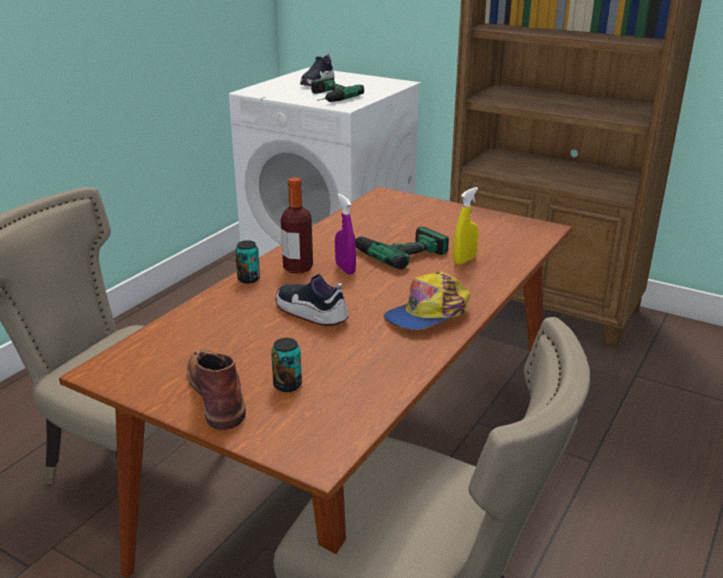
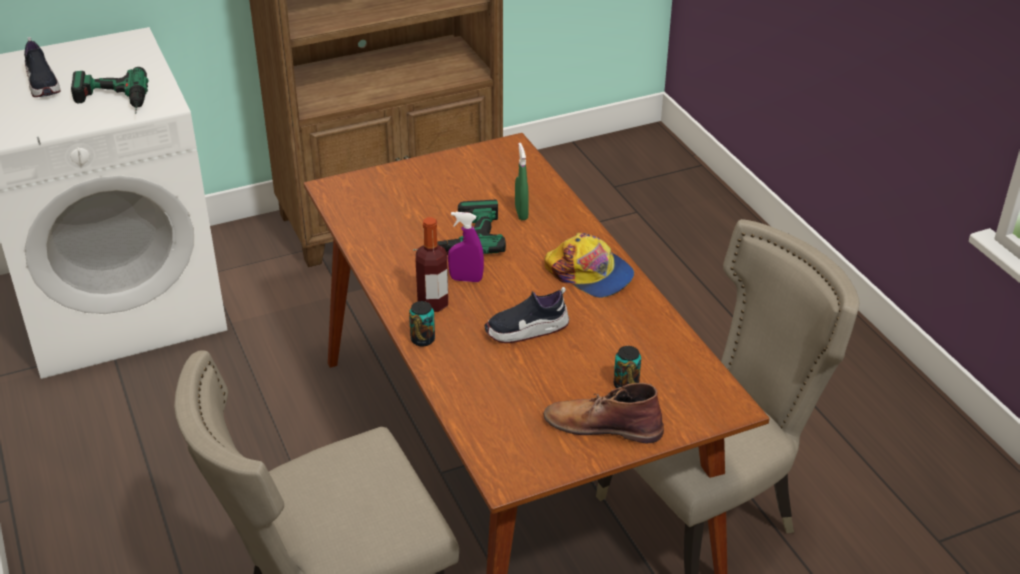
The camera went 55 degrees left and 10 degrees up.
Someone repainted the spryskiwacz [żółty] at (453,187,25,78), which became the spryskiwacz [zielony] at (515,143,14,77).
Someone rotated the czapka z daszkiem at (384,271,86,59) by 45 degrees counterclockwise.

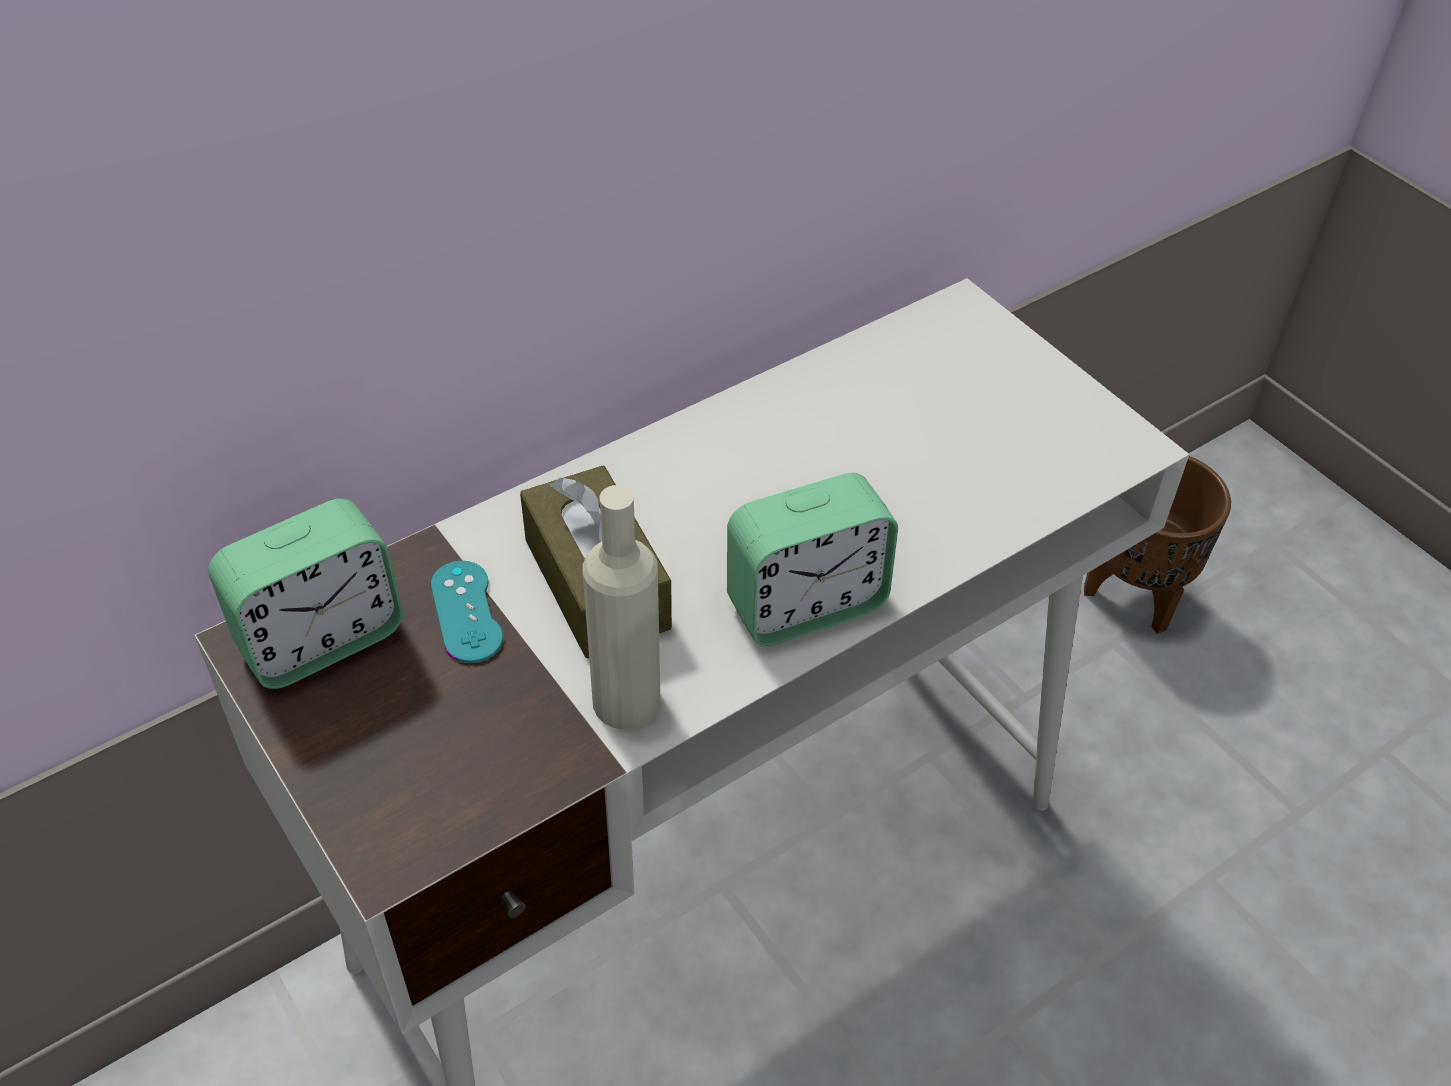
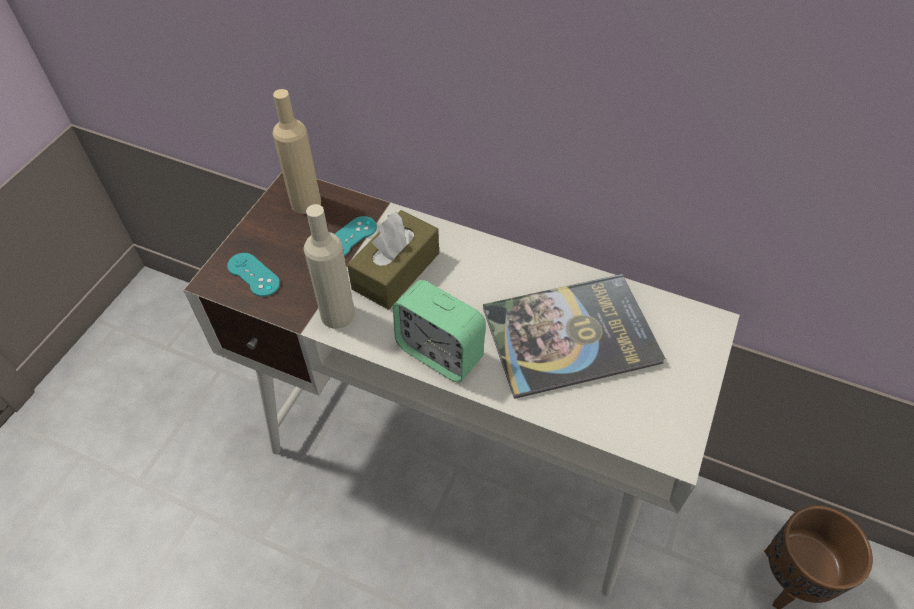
The camera went 60 degrees right and 5 degrees up.
Someone swapped the budzik at (208,499,195,190) for the butelka [beżowy] at (273,89,48,125).
Someone put down the pad do gier [turkusowy] at (227,253,53,44).
Someone put down the książka at (483,274,182,125).

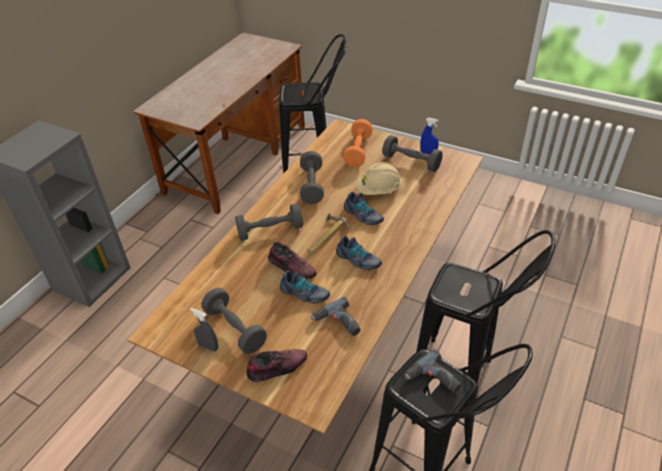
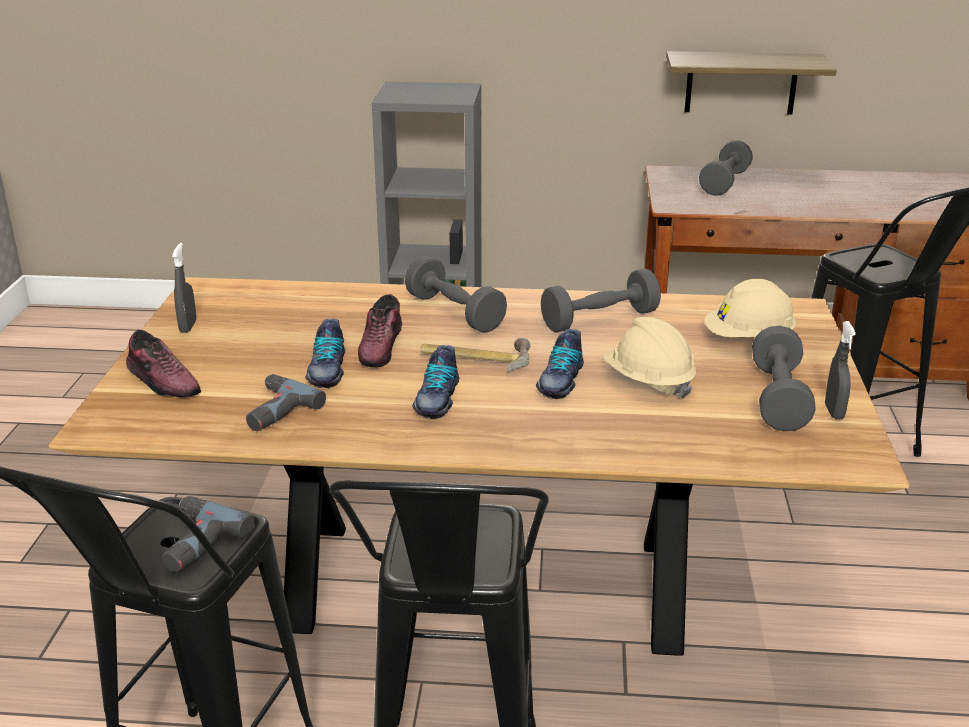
The camera went 65 degrees right and 15 degrees down.
Someone repainted the spryskiwacz [niebieski] at (420,118,19,37), which became the spryskiwacz [szary] at (825,321,31,98).
Someone swapped the hantel [pomarańczowy] at (343,119,30,48) for the kask [beżowy] at (704,279,93,58).
Someone carried the hantel [szary] from (201,288,66,66) to (699,140,54,56).
Someone put up the półka at (666,51,171,63).

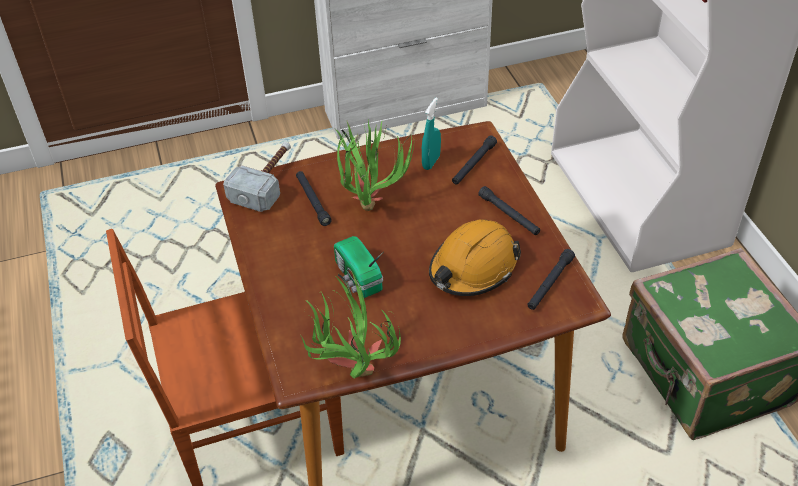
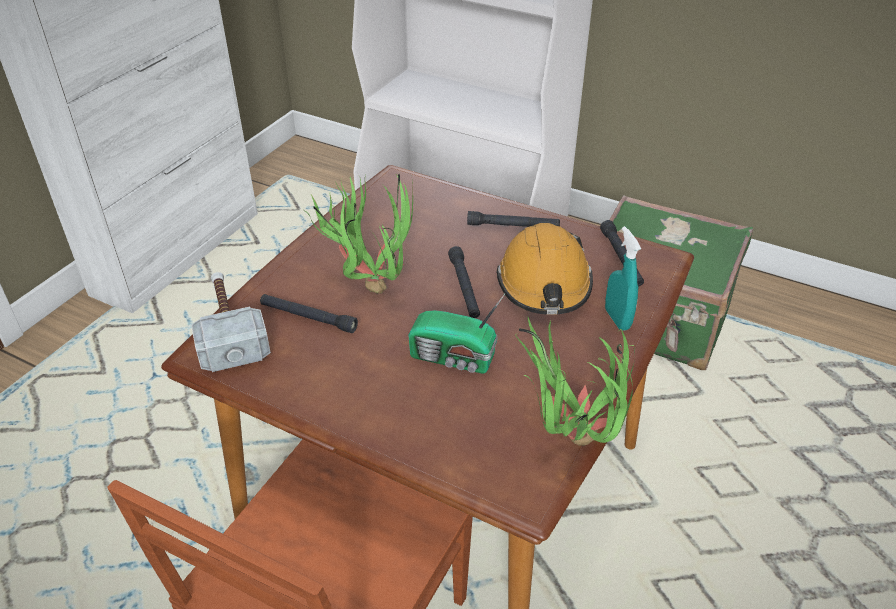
The camera went 45 degrees left and 5 degrees down.
Someone carried the spryskiwacz [turkusowy] from (422,98,19,72) to (605,226,36,105).
Someone carried the latarka [czarny] from (452,135,45,50) to (448,246,32,72).

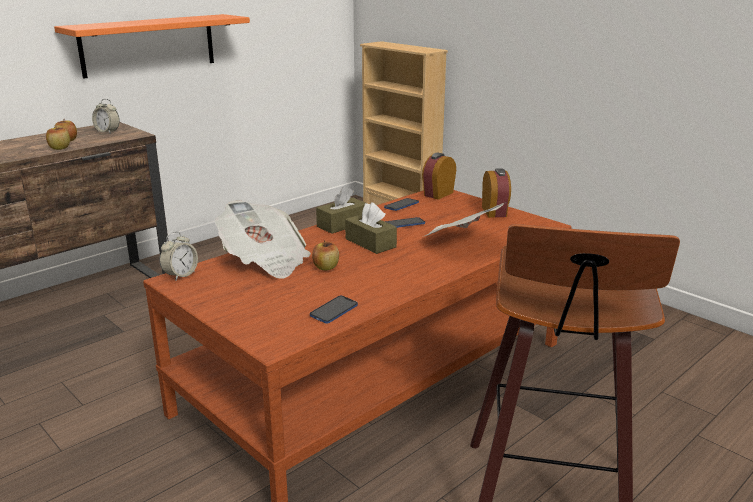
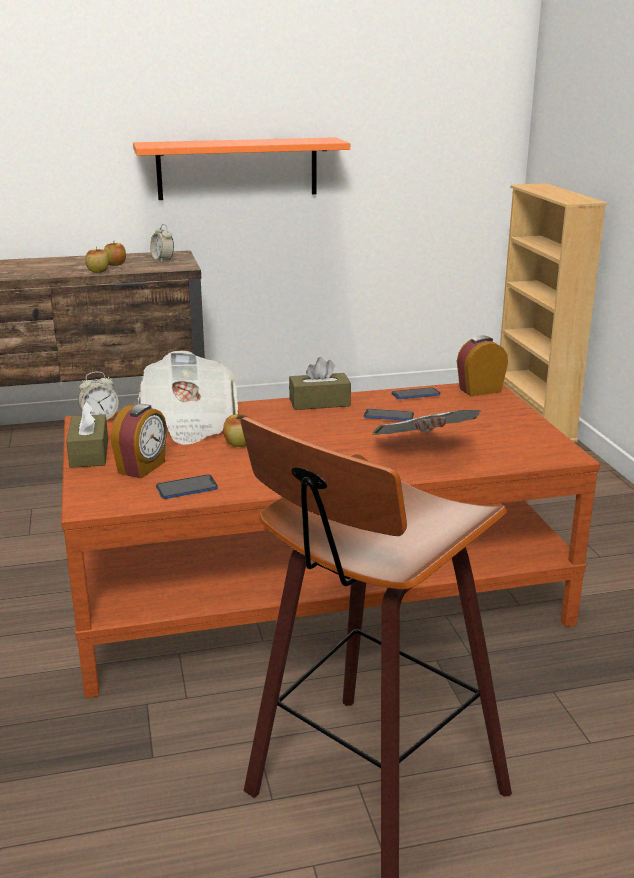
The camera went 30 degrees right and 0 degrees up.
Someone carried the budzik from (482,168,29,50) to (111,404,56,75).
Someone carried the pudełko chusteczek [brązowy] from (345,202,52,52) to (66,401,42,67).

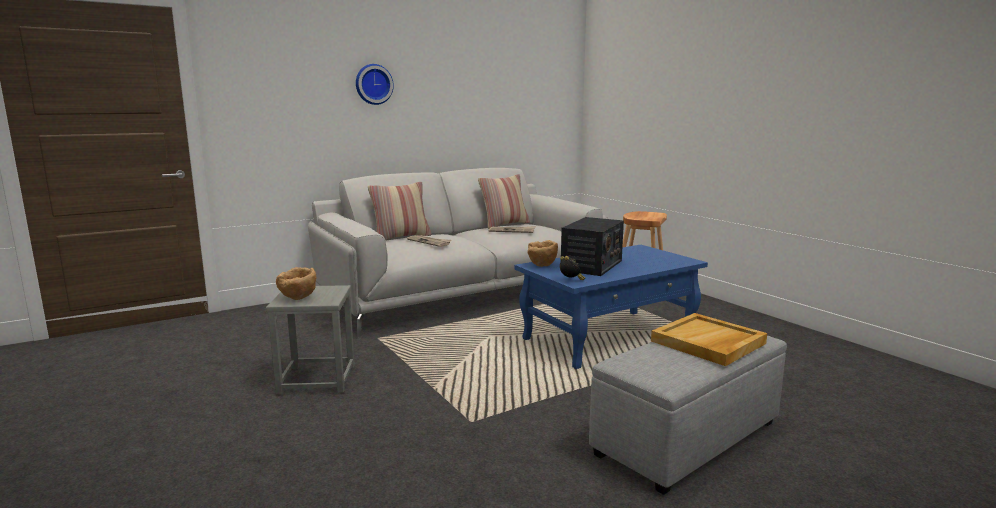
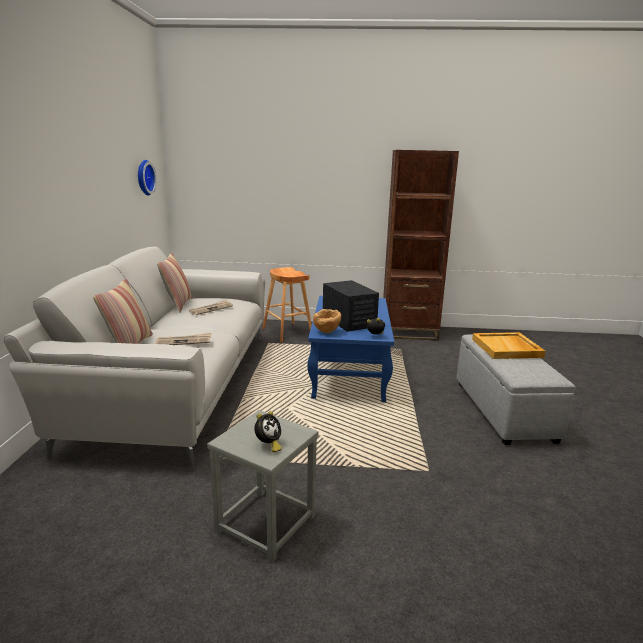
The camera went 55 degrees left and 5 degrees up.
Someone carried the zegar ścienny from (356,64,38,41) to (138,160,18,35).
Someone swapped the miska [brązowy] at (276,267,40,33) for the budzik at (254,411,28,41).
Someone put down the regał [brązowy] at (383,150,76,191).

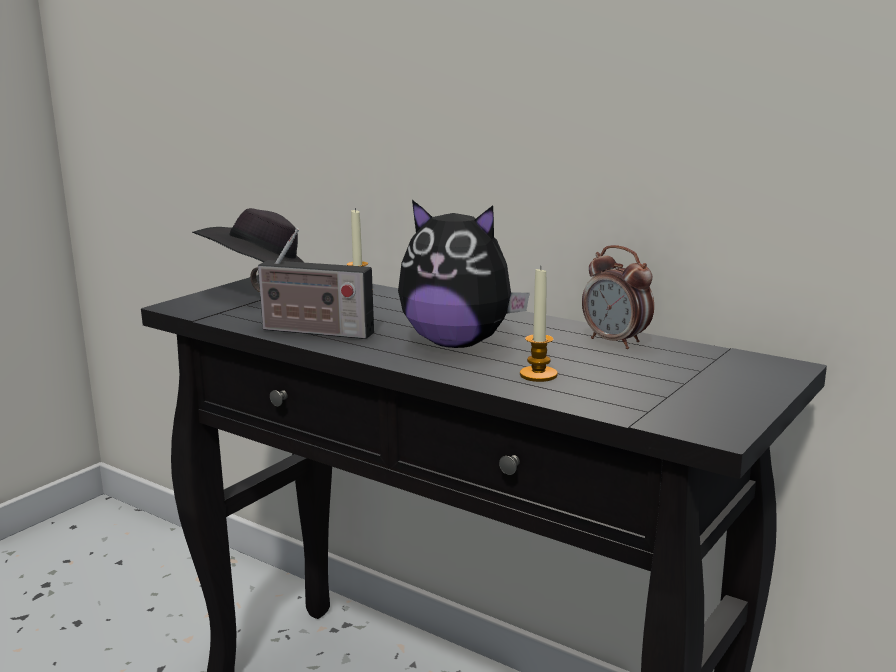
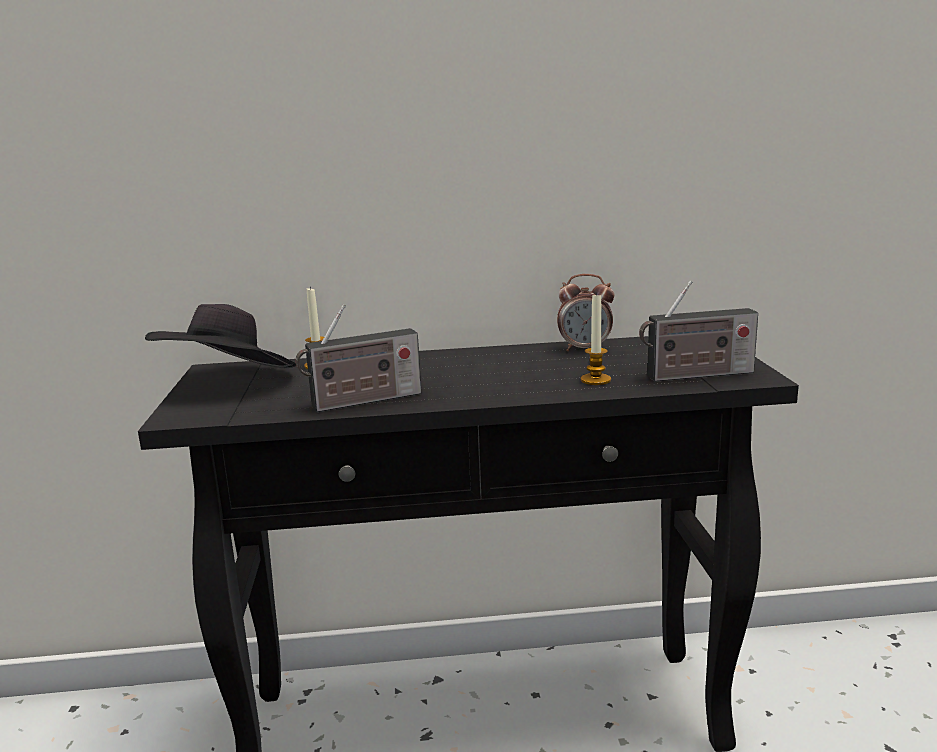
The camera went 40 degrees left and 0 degrees up.
Someone took away the pluszak at (398,200,132,148).
Someone put down the radio at (639,281,119,101).

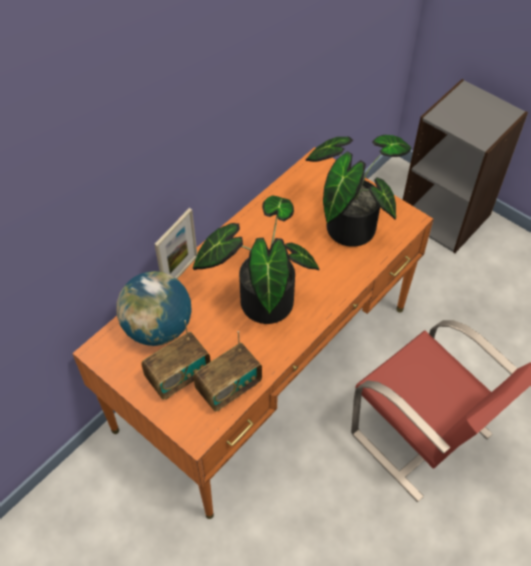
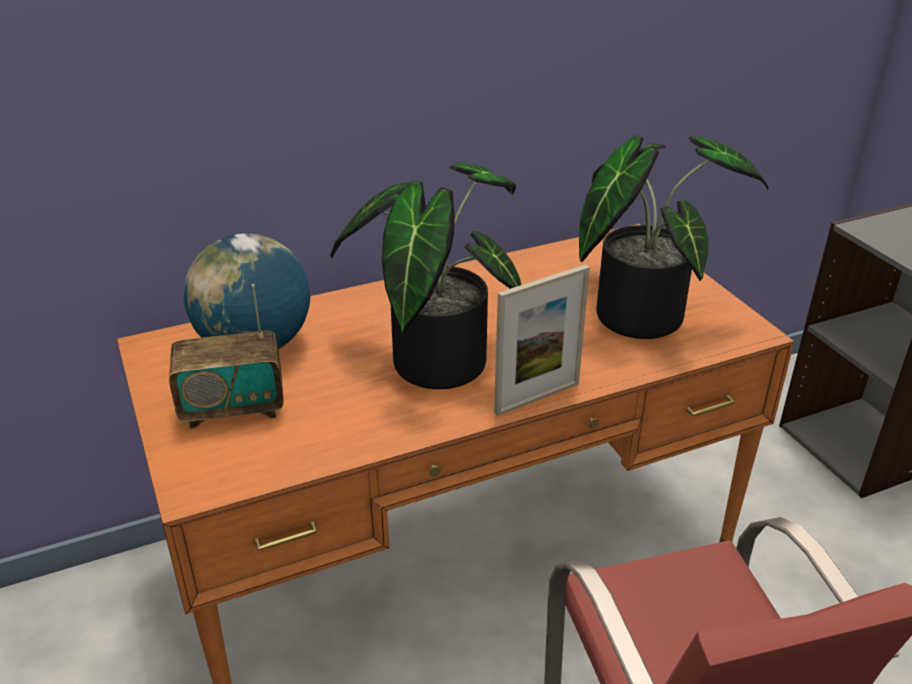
The camera went 25 degrees right and 20 degrees down.
Someone carried the ramka na zdjęcie from (154,208,43,71) to (494,264,96,152).
Someone took away the radio at (193,331,69,81).

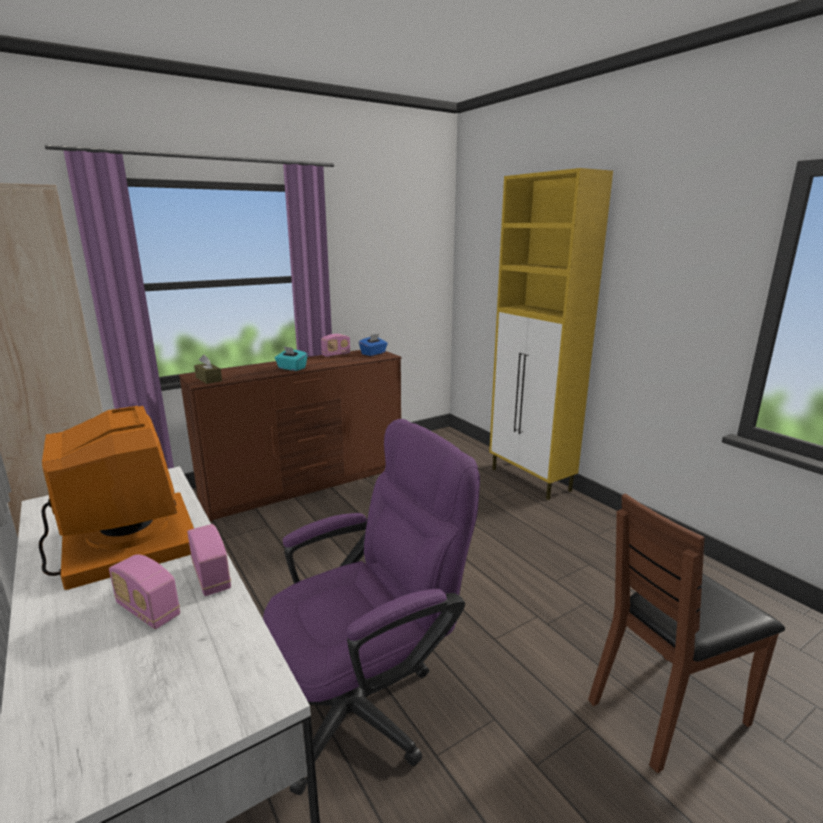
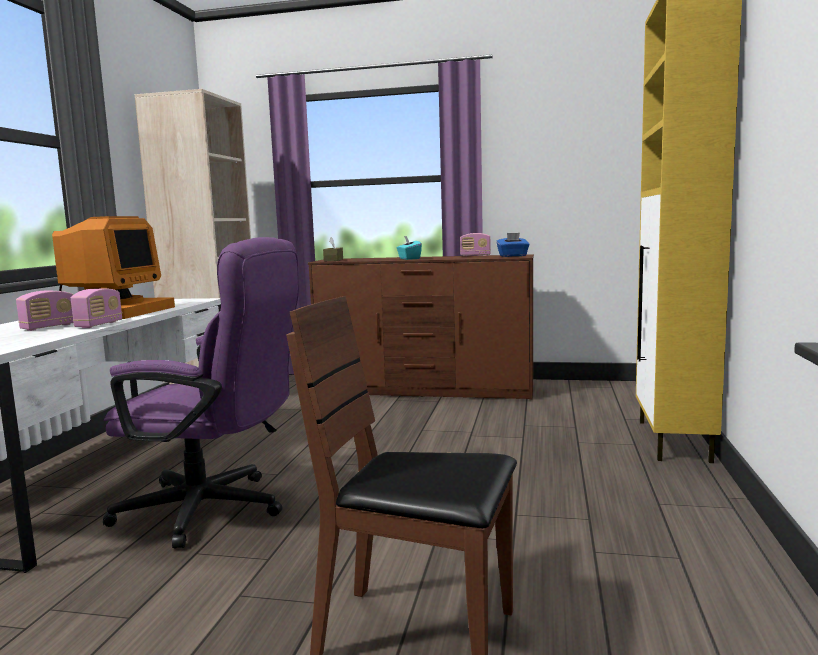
The camera went 45 degrees right and 10 degrees down.
Someone rotated the radio at (109,554,71,75) by 135 degrees counterclockwise.

